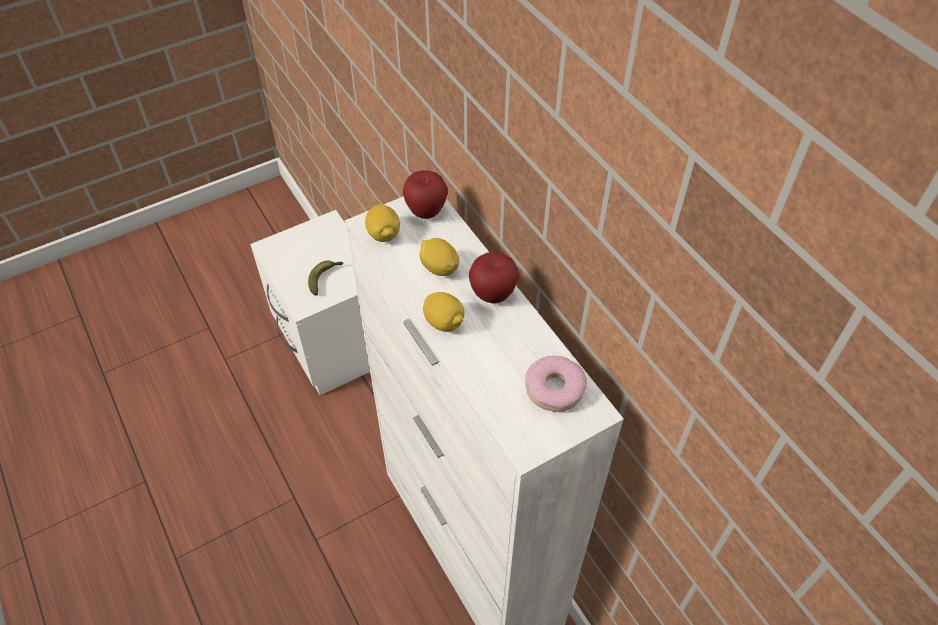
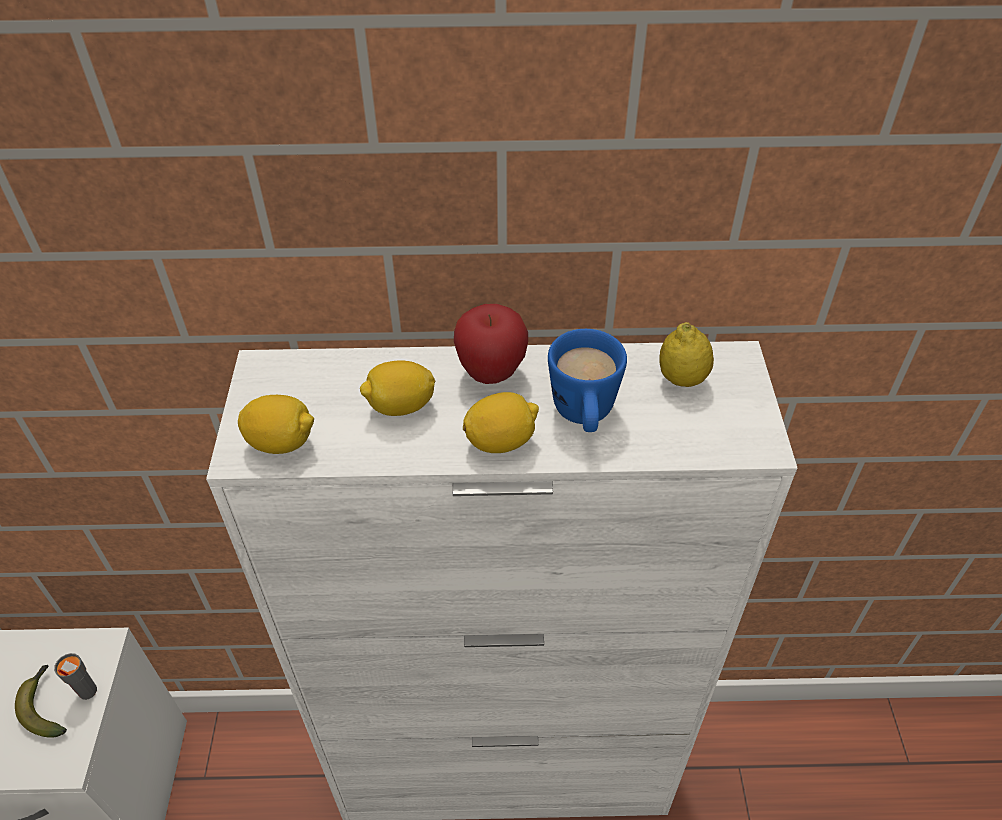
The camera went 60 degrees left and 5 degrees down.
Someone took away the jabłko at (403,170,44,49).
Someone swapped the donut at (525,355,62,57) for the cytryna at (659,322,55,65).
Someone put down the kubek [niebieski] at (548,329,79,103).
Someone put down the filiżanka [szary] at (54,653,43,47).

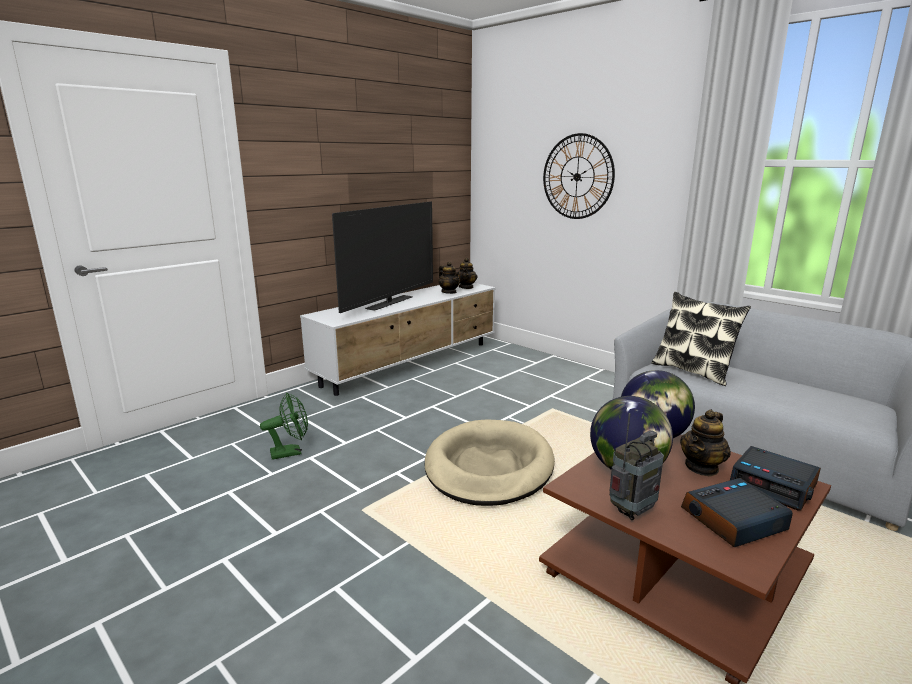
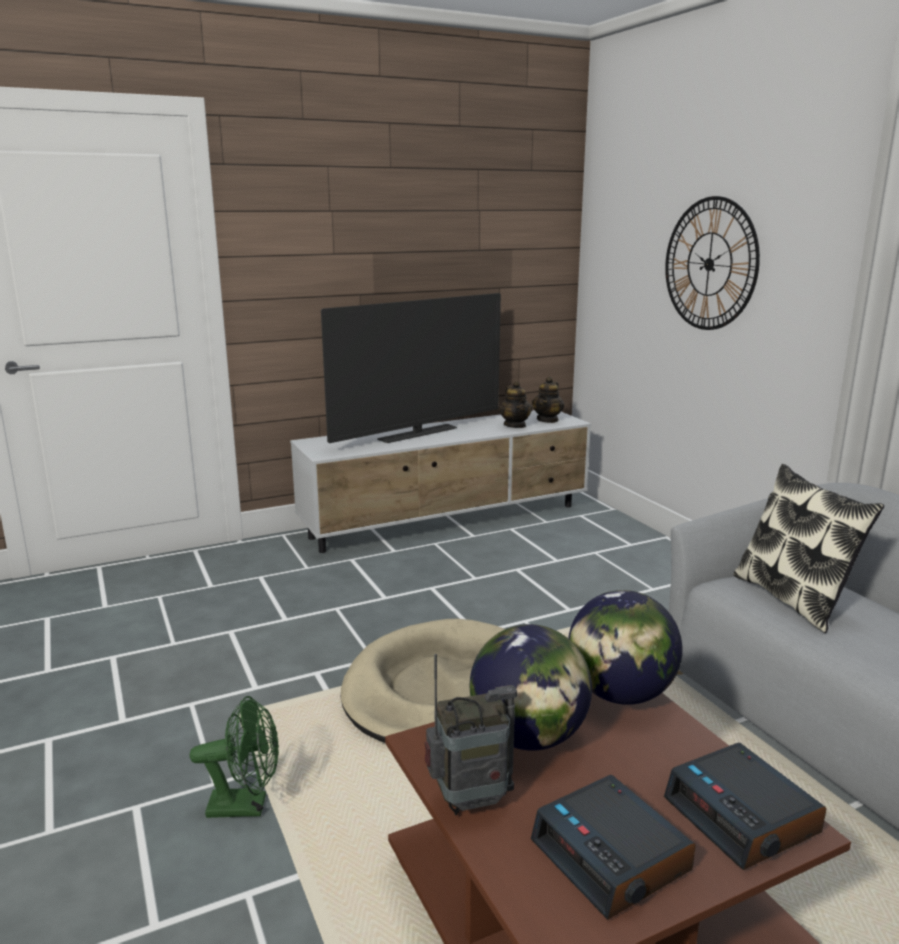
The camera went 20 degrees right and 0 degrees up.
Someone carried the wentylator [zielony] from (260,393,48,67) to (190,696,89,122).
Someone took away the imbryk at (680,410,51,67).
Someone rotated the budzik at (681,478,112,69) by 120 degrees counterclockwise.

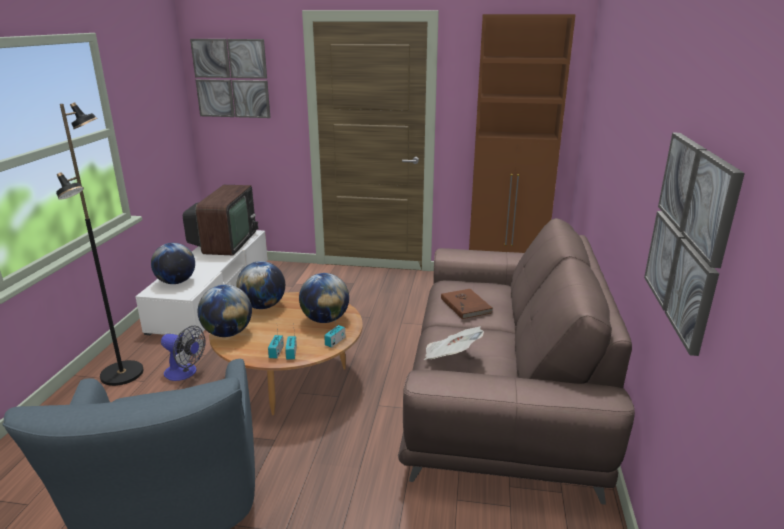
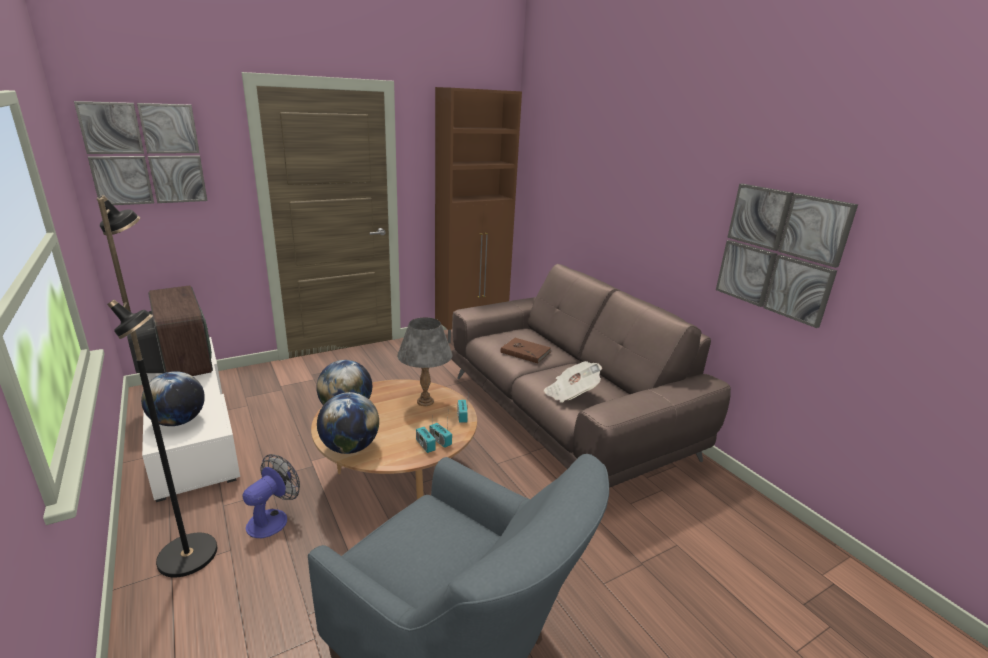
The camera went 40 degrees left and 0 degrees up.
Someone swapped the globus at (299,273,50,50) for the lampa stołowa [szary] at (397,317,56,89).
Someone rotated the wentylator at (161,326,44,55) by 45 degrees counterclockwise.

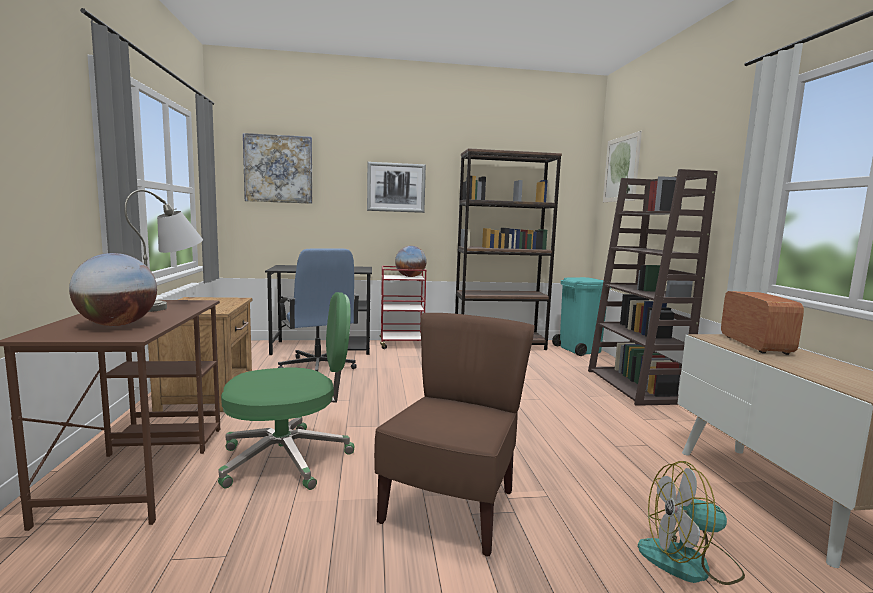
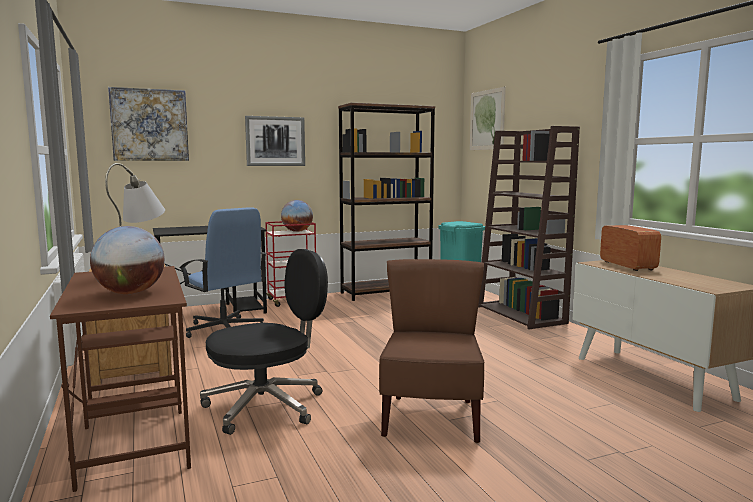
The camera went 15 degrees left and 0 degrees up.
Someone repainted the krzesło biurowe [zielony] at (218,292,136,198), which became the krzesło biurowe [czarny] at (200,249,128,186).
Someone took away the wentylator at (638,461,107,124).

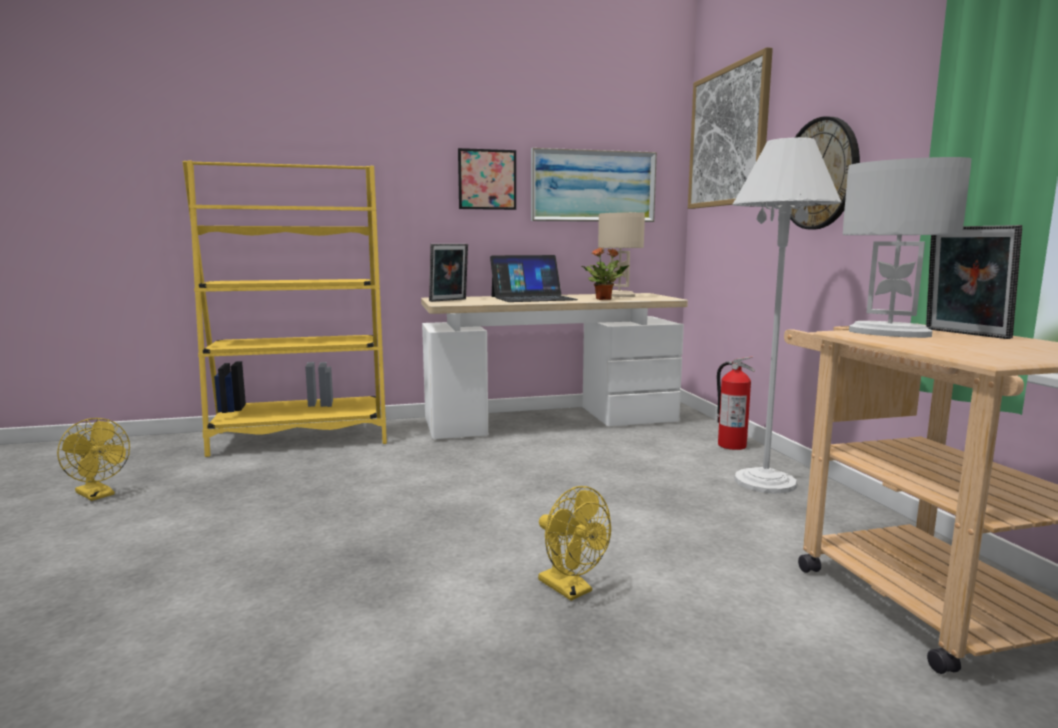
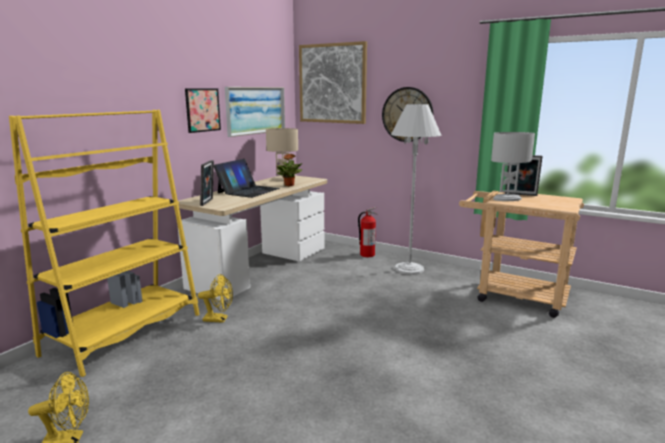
The camera went 45 degrees left and 5 degrees up.
Someone carried the wentylator [żółty] from (538,486,73,115) to (198,274,35,49).

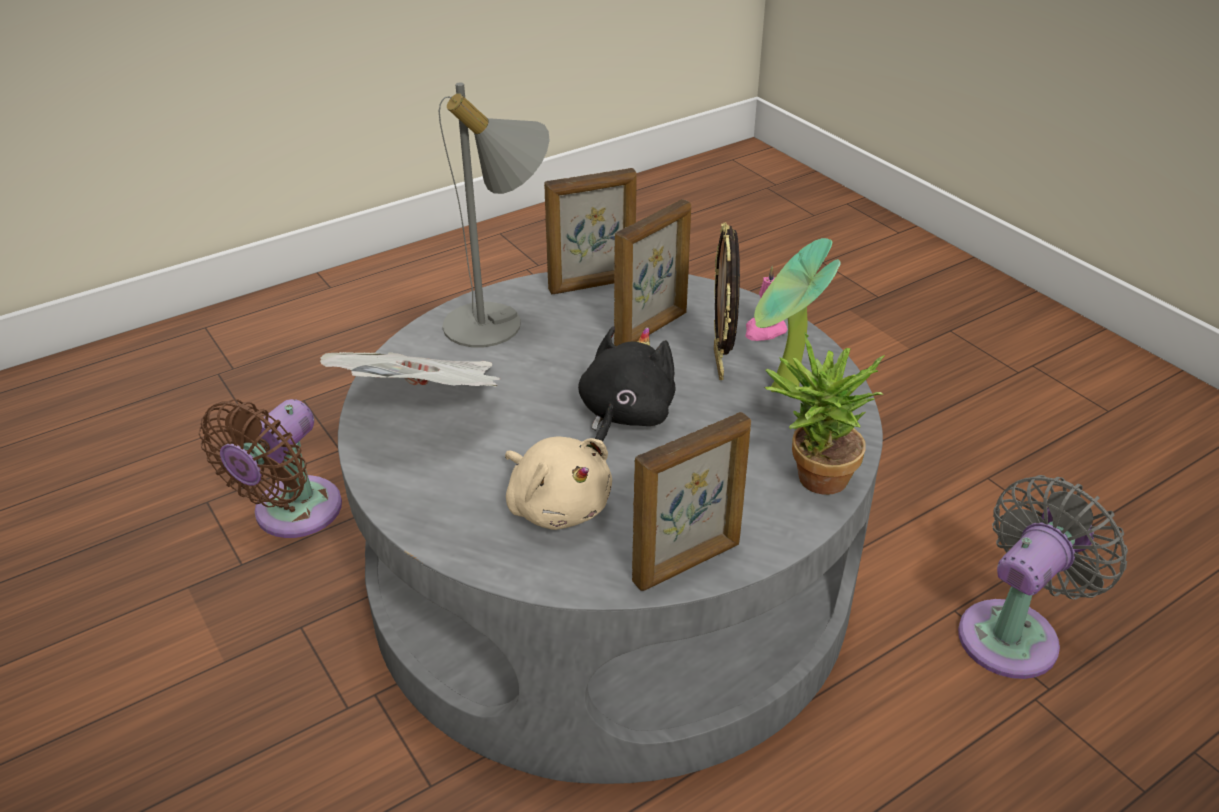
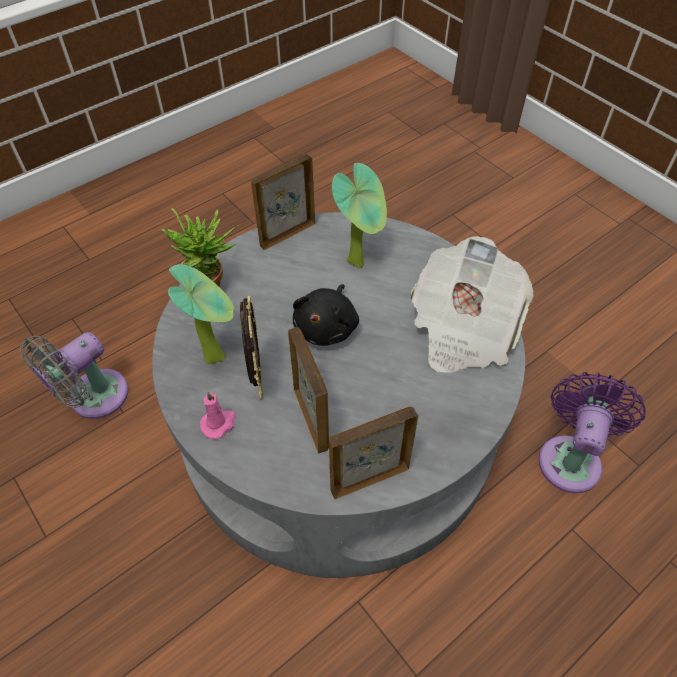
The camera went 175 degrees right and 15 degrees up.
Someone took away the lampa stołowa [szary] at (439,83,111,264).
Someone rotated the ramka na zdjęcie at (614,199,77,147) by 120 degrees clockwise.
Someone repainted the wentylator [brązowy] at (199,399,143,139), which became the wentylator [fioletowy] at (538,372,108,121).
Someone swapped the pluszak [beżowy] at (505,437,107,93) for the roślina doniczkowa at (332,163,55,106).

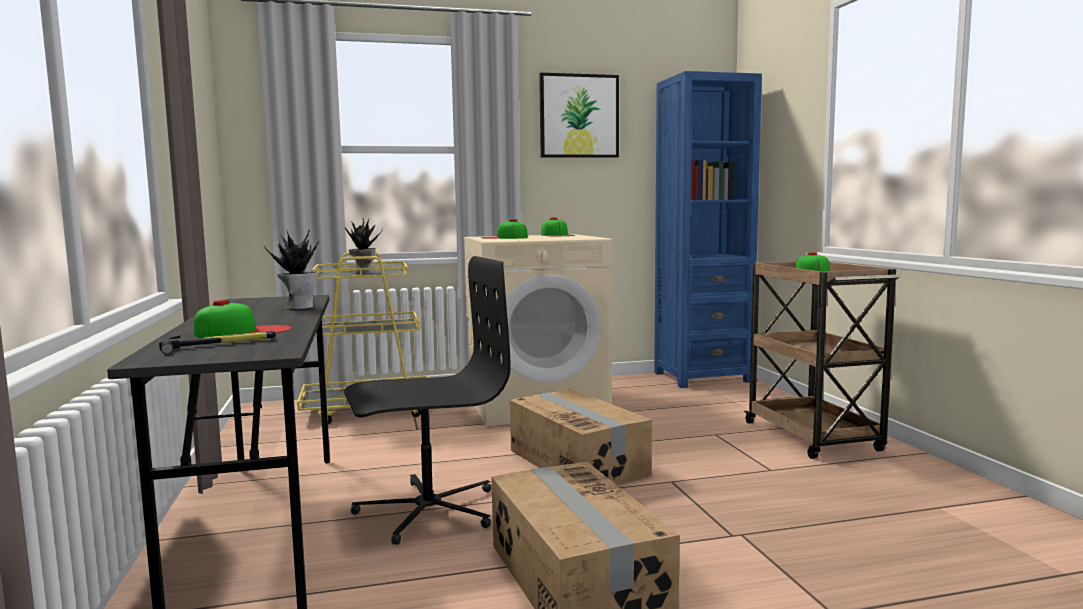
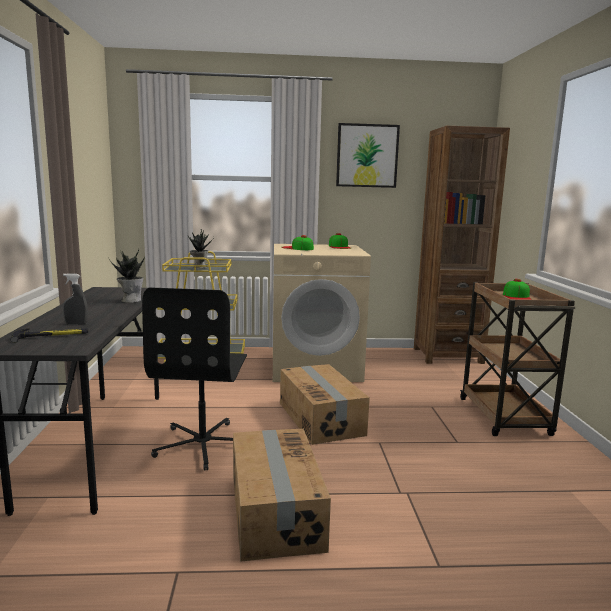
The camera went 10 degrees right and 5 degrees up.
Someone repainted the regał [niebieski] at (654,71,108,317), which became the regał [brązowy] at (414,126,96,238).
Someone rotated the krzesło biurowe [czarny] at (344,256,167,289) by 105 degrees clockwise.
Someone swapped the czapka z daszkiem at (194,299,97,39) for the spryskiwacz [szary] at (63,273,25,52).

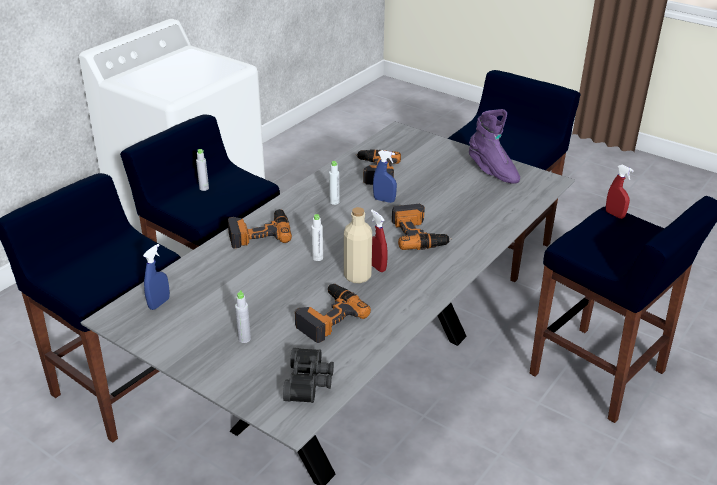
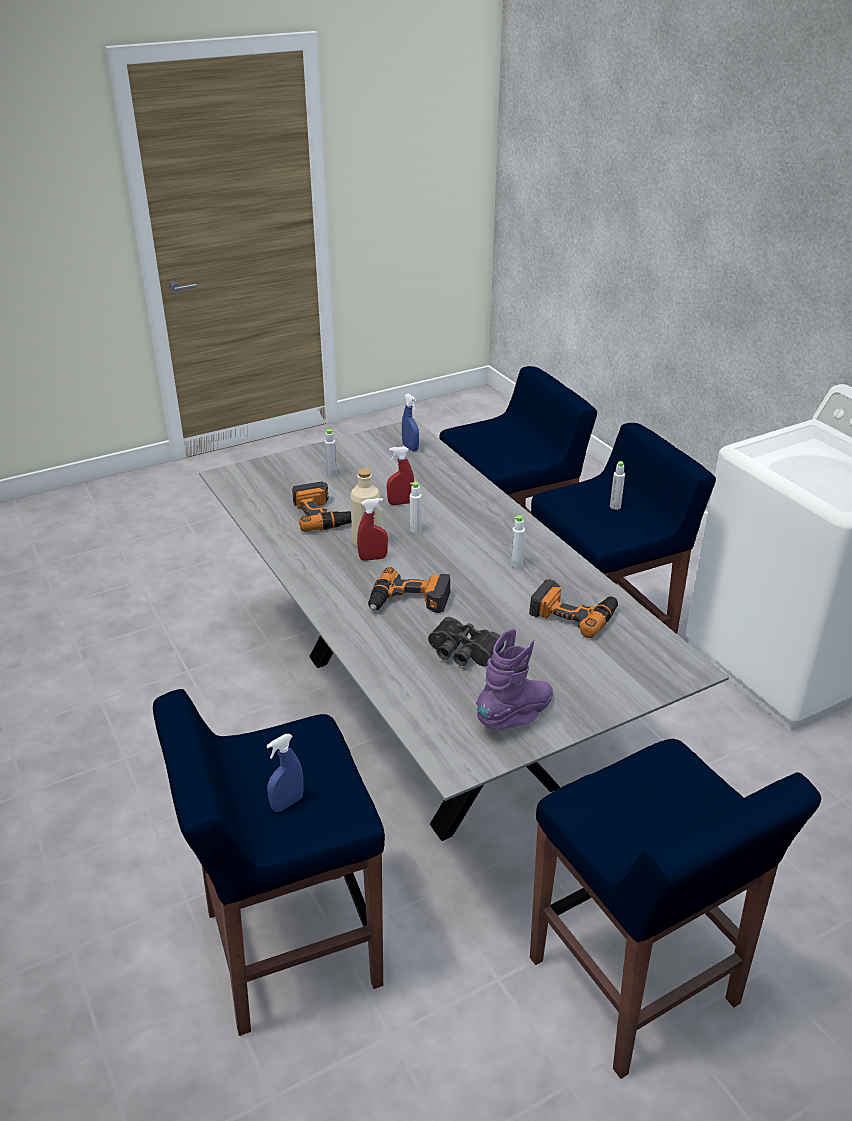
The camera went 115 degrees right and 0 degrees up.
Someone rotated the but z cholewką [fioletowy] at (469,109,51,75) by 150 degrees clockwise.
Someone carried the spryskiwacz [niebieski] from (373,150,24,53) to (266,734,38,78).
Someone carried the spryskiwacz [czerwony] from (606,165,28,54) to (387,446,27,59).
Someone took away the wiertarka at (228,209,64,39).
Someone carried the lornetka [czarny] from (283,348,51,55) to (428,617,76,49).

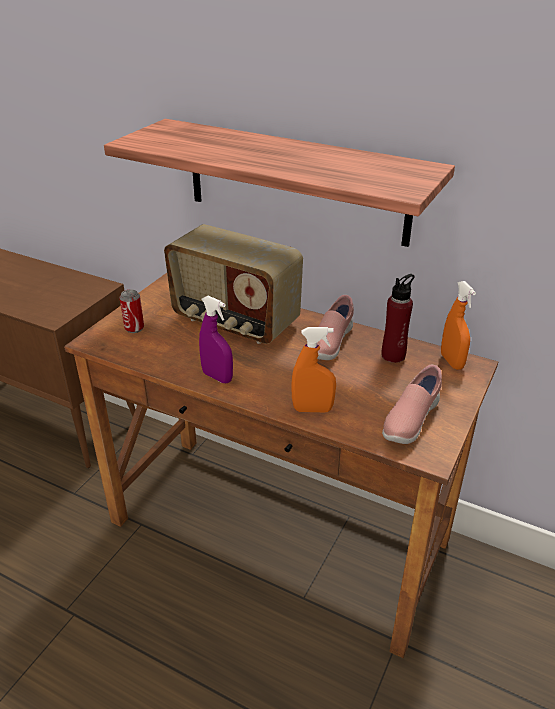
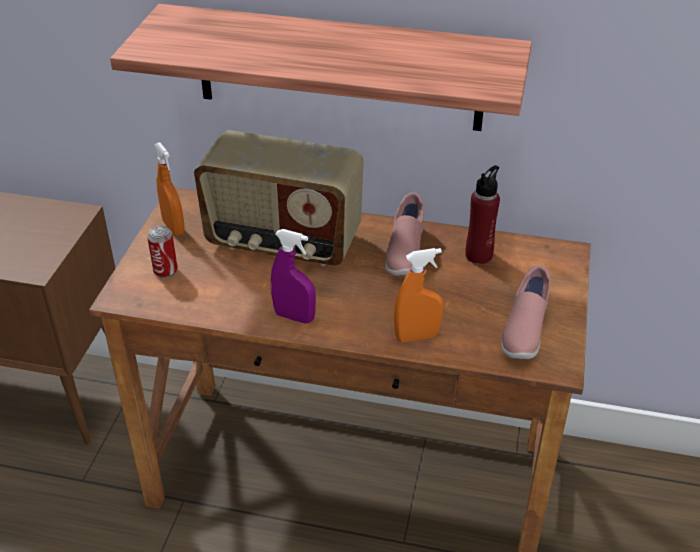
The camera went 15 degrees left and 5 degrees up.
Someone carried the spryskiwacz [pomarańczowy] from (441,281,35,89) to (154,142,31,94).

